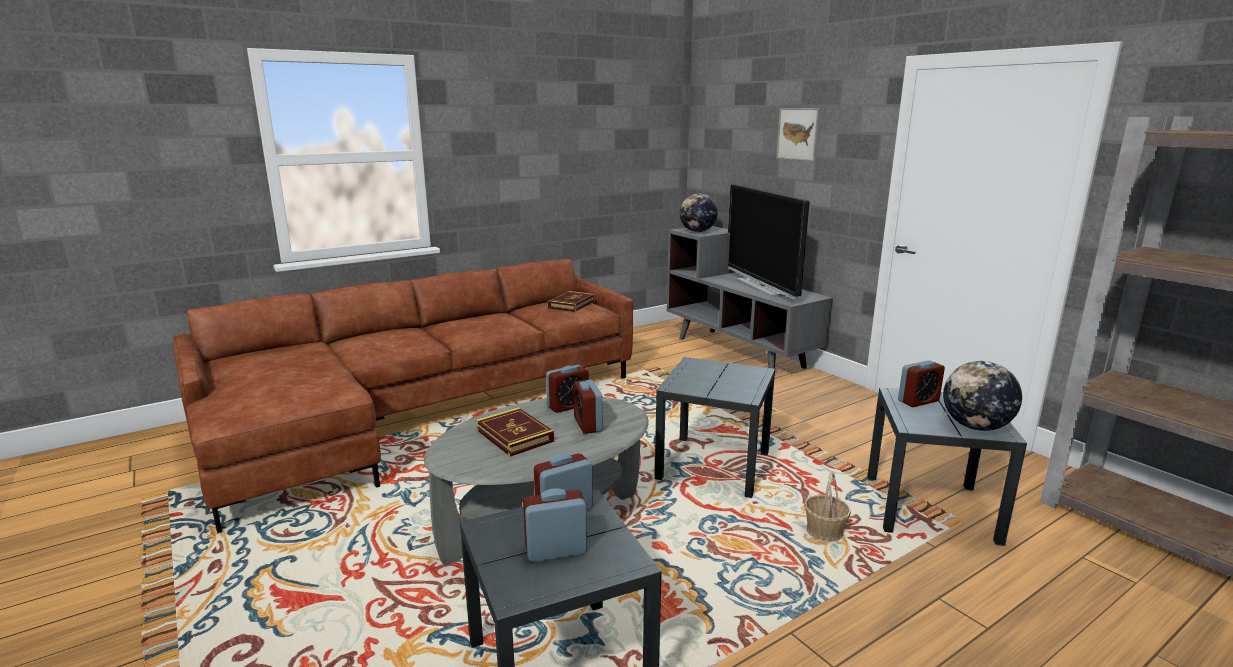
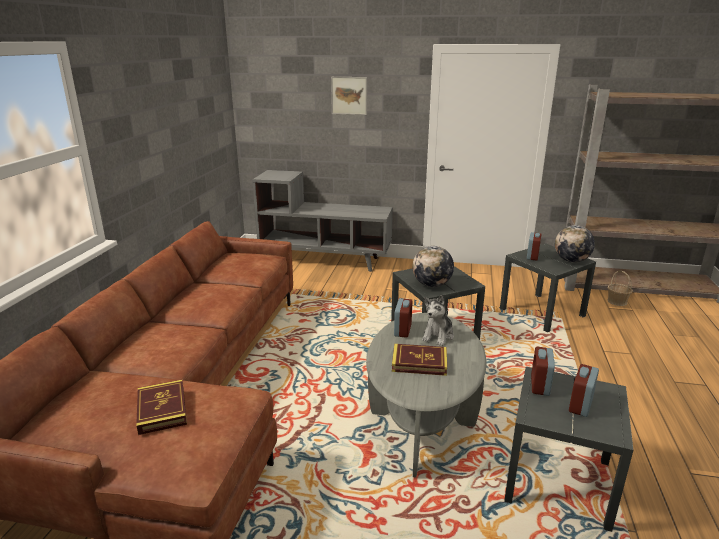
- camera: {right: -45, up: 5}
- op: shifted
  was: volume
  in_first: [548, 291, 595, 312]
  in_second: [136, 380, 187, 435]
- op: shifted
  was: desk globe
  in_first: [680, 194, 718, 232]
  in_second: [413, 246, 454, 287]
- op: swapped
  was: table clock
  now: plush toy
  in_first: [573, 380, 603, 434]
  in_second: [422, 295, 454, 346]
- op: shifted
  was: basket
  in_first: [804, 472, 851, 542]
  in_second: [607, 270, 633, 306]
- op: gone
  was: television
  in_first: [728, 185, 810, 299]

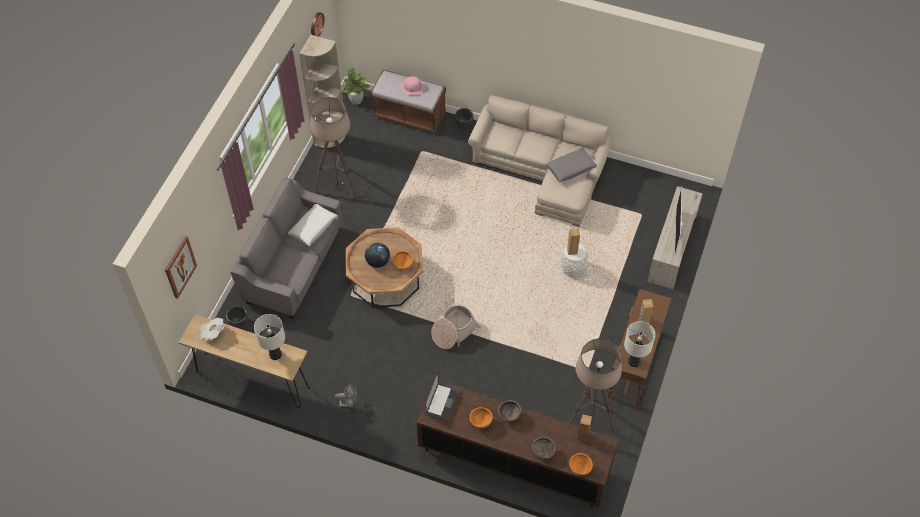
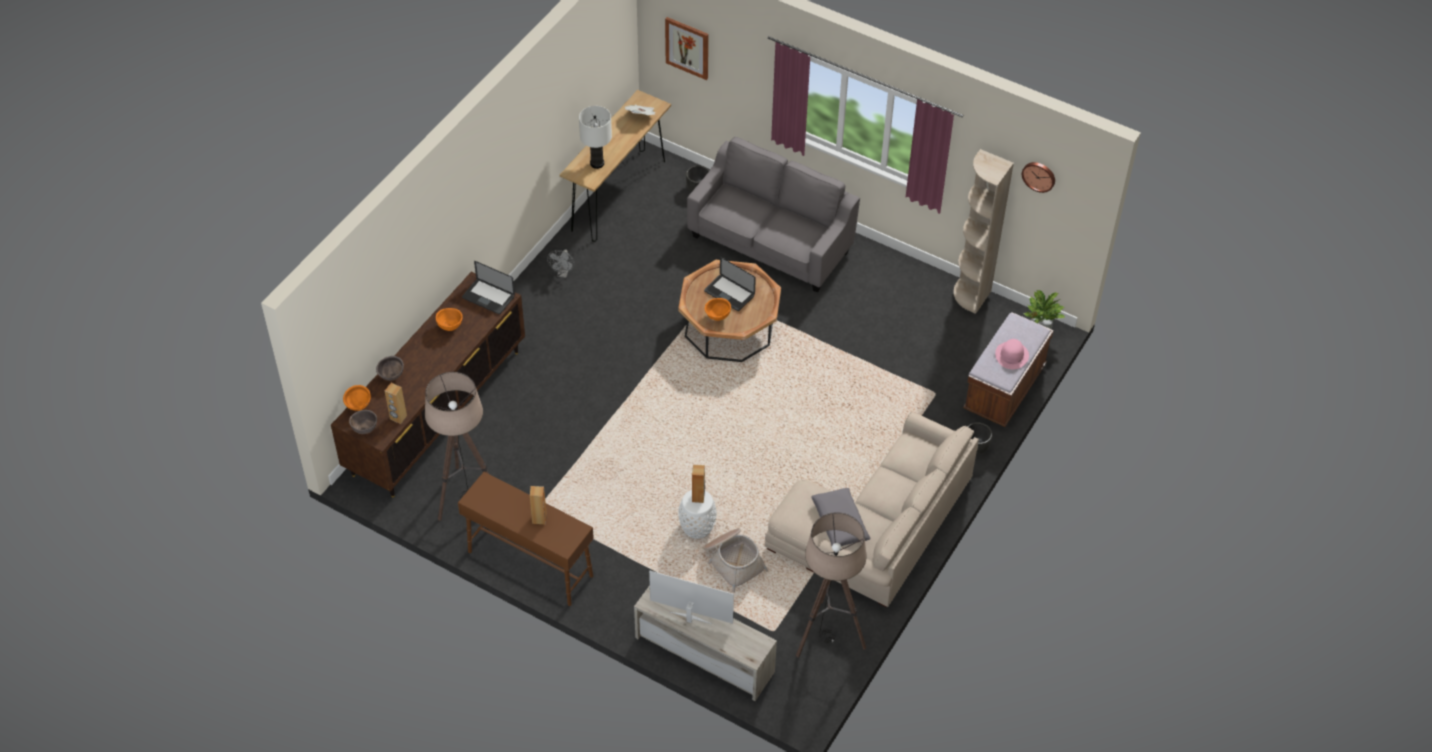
- camera: {right: 100, up: -5}
- op: shifted
  was: deep dish (brown)
  in_first: [498, 400, 521, 422]
  in_second: [349, 410, 377, 434]
- op: shifted
  was: basket
  in_first: [431, 305, 480, 349]
  in_second: [703, 528, 768, 592]
- op: swapped
  was: desk globe
  now: notebook computer
  in_first: [365, 243, 390, 268]
  in_second: [704, 257, 756, 311]
- op: shifted
  was: standard lamp
  in_first: [310, 97, 358, 201]
  in_second: [796, 512, 867, 657]
- op: gone
  was: throw pillow (white-coloured)
  in_first: [288, 204, 337, 246]
- op: gone
  was: table lamp (white-coloured)
  in_first: [624, 321, 655, 367]

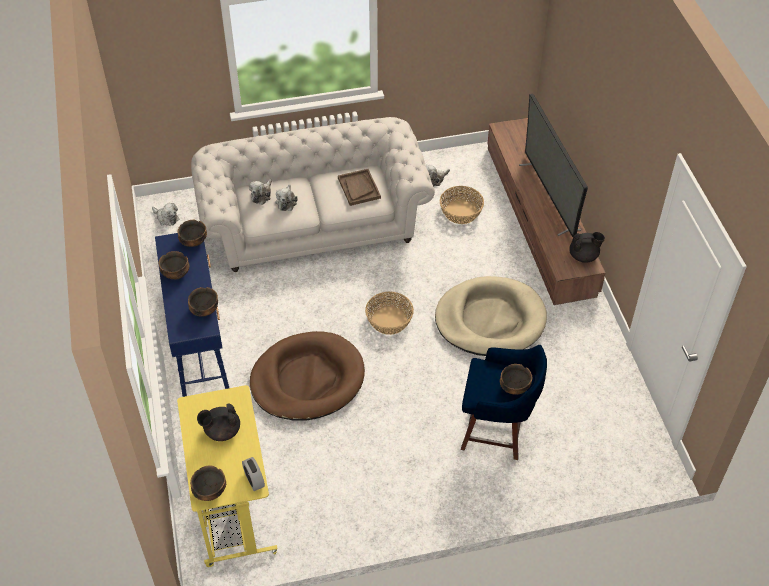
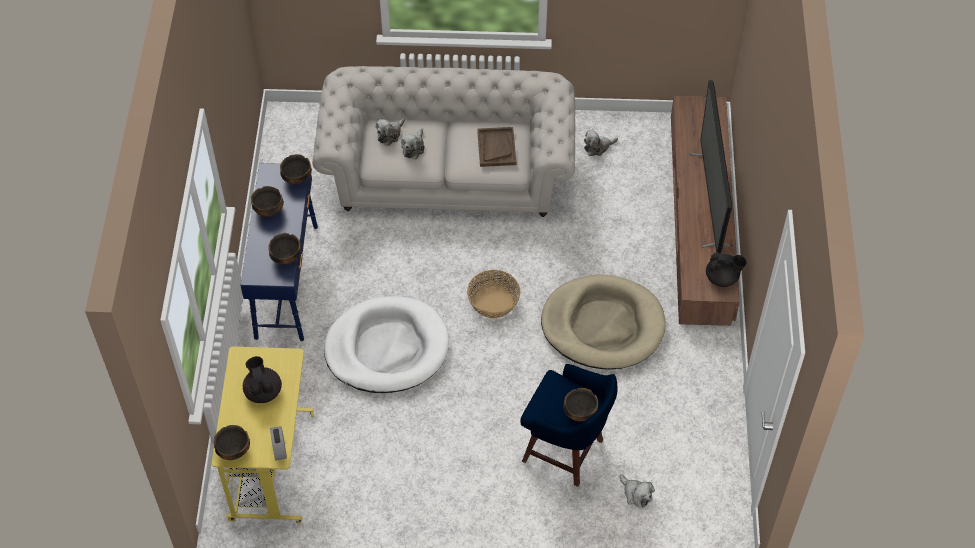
- camera: {right: 15, up: 5}
- op: rotated
  was: tea pot (blackish)
  in_first: [197, 403, 240, 441]
  in_second: [243, 356, 282, 403]
  clockwise: 75
- op: repainted
  was: dog cushion (brown)
  now: dog cushion (white-coloured)
  in_first: [250, 331, 365, 421]
  in_second: [324, 296, 449, 393]
- op: shifted
  was: plush toy
  in_first: [152, 203, 179, 226]
  in_second: [620, 474, 655, 507]
- op: gone
  was: basket
  in_first: [440, 186, 484, 224]

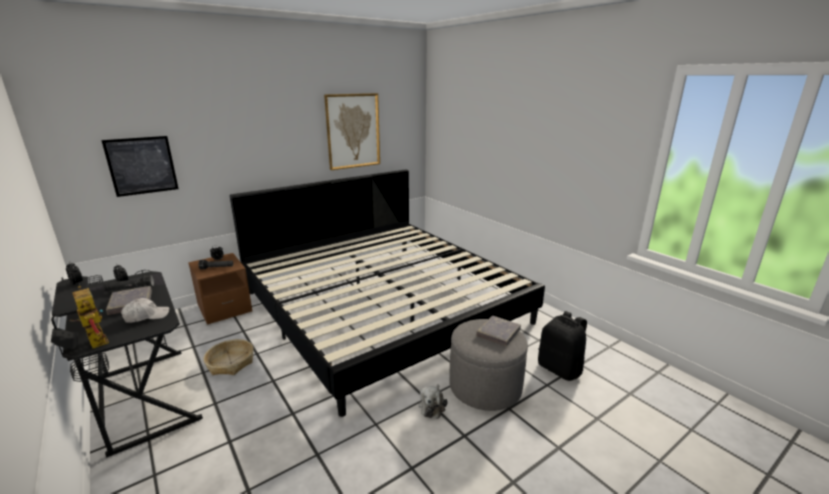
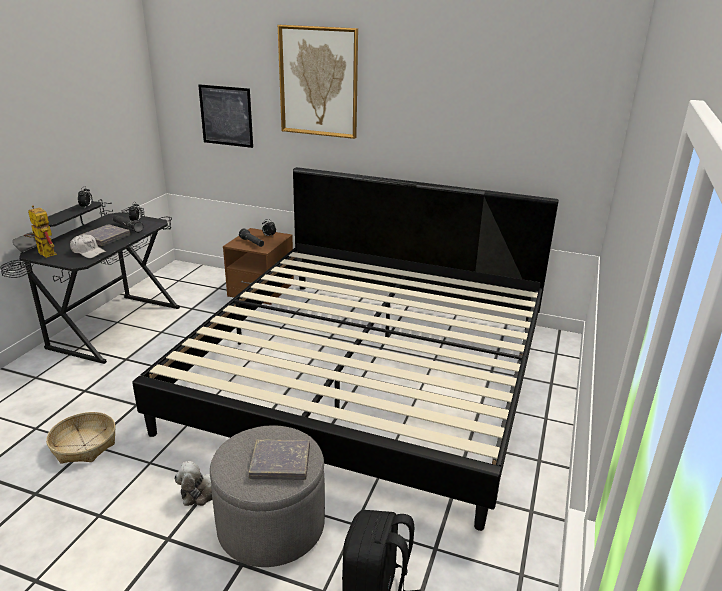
- camera: {right: 55, up: 5}
- op: rotated
  was: toy robot
  in_first: [69, 286, 109, 349]
  in_second: [24, 205, 57, 258]
  clockwise: -60
- op: shifted
  was: basket
  in_first: [204, 339, 254, 375]
  in_second: [46, 412, 116, 464]
- op: shifted
  was: picture
  in_first: [324, 93, 380, 170]
  in_second: [278, 25, 358, 139]

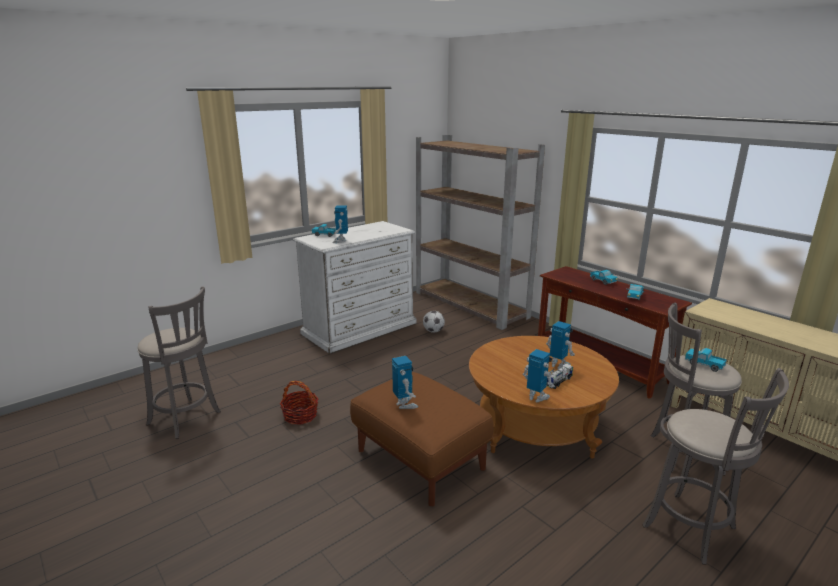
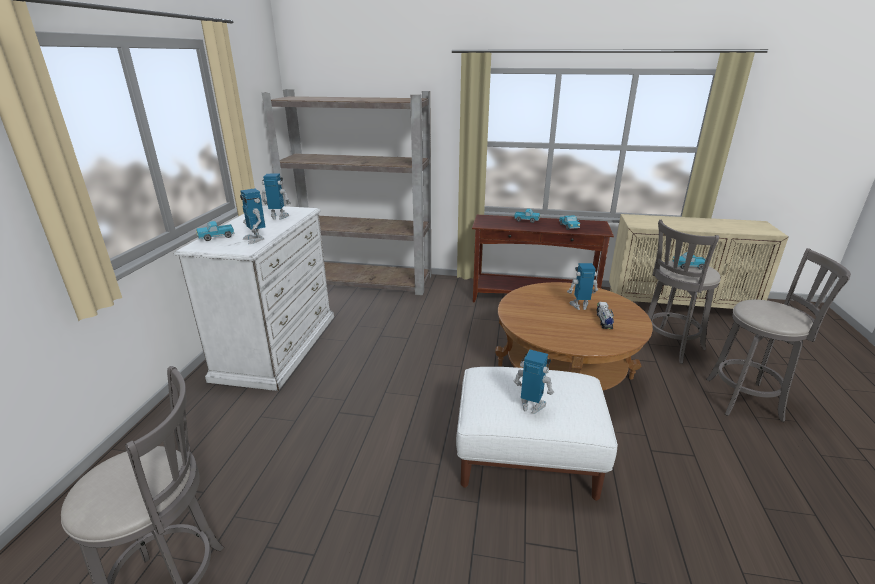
- camera: {right: -40, up: 5}
- op: shifted
  was: toy robot
  in_first: [522, 349, 555, 402]
  in_second: [261, 174, 291, 220]
- op: repainted
  was: ottoman (brown)
  now: ottoman (white-coloured)
  in_first: [350, 372, 494, 506]
  in_second: [456, 367, 618, 501]
- op: gone
  was: basket
  in_first: [280, 381, 318, 425]
- op: gone
  was: ball for football
  in_first: [423, 311, 445, 333]

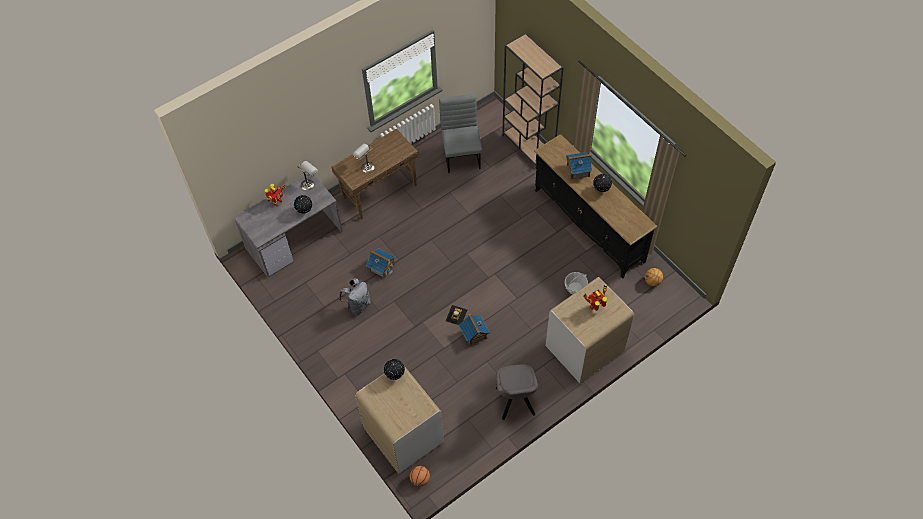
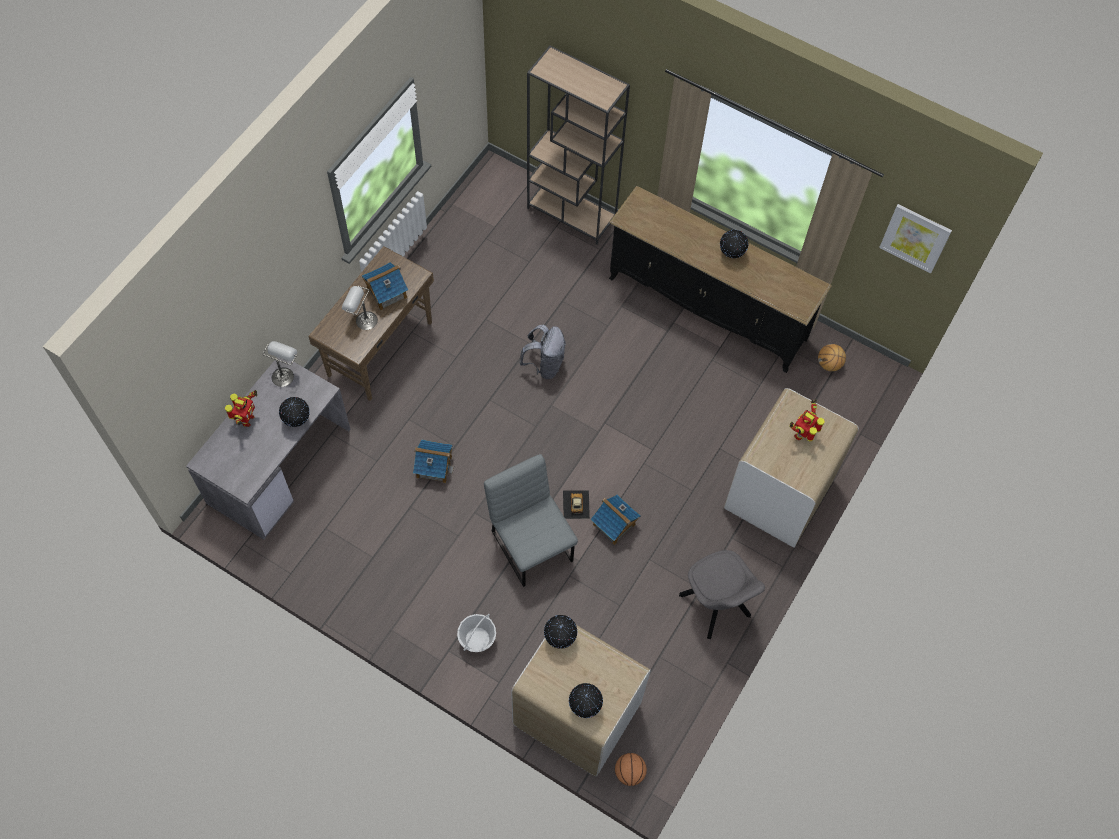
- camera: {right: -25, up: 5}
- op: shifted
  was: miniature house
  in_first: [566, 152, 592, 180]
  in_second: [362, 262, 408, 311]
- op: shifted
  was: basket
  in_first: [564, 272, 588, 294]
  in_second: [457, 614, 496, 652]
- op: shifted
  was: plain chair (gray)
  in_first: [439, 94, 482, 173]
  in_second: [484, 454, 578, 587]
- op: shifted
  was: backpack (gray)
  in_first: [339, 278, 371, 315]
  in_second: [519, 325, 566, 379]
- op: new
  now: desk globe
  in_second: [569, 683, 603, 718]
- op: new
  now: picture
  in_second: [879, 204, 952, 273]

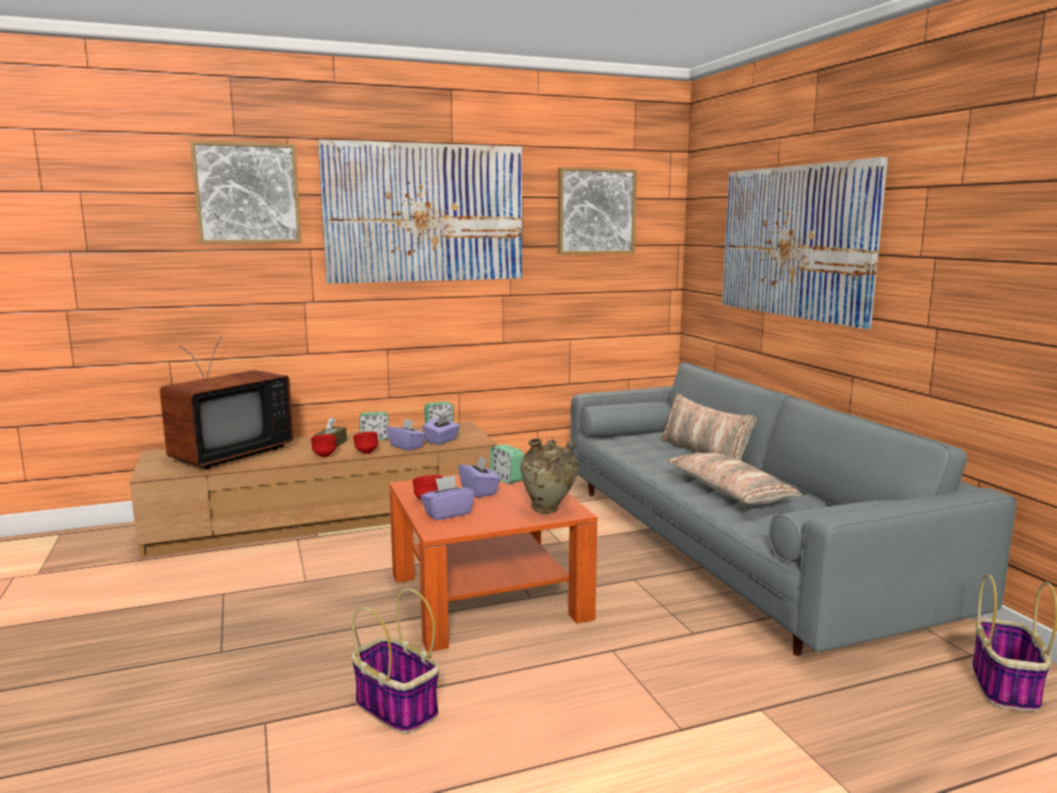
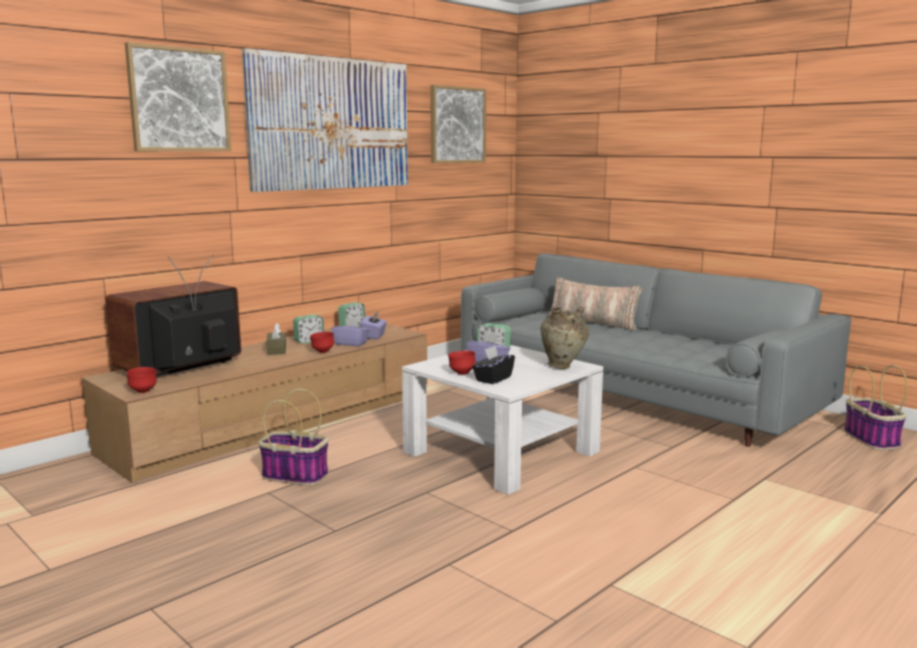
- camera: {right: -25, up: 0}
- op: rotated
  was: television
  in_first: [160, 336, 293, 469]
  in_second: [105, 255, 241, 377]
  clockwise: -150
- op: shifted
  was: deep dish (reddish)
  in_first: [311, 434, 337, 457]
  in_second: [126, 367, 157, 393]
- op: shifted
  was: basket
  in_first: [351, 588, 439, 734]
  in_second: [258, 389, 328, 485]
- op: repainted
  was: coffee table (orange)
  now: coffee table (white-coloured)
  in_first: [389, 475, 597, 652]
  in_second: [402, 345, 603, 495]
- op: repainted
  was: tissue holder (purple)
  now: tissue holder (blackish)
  in_first: [421, 475, 475, 520]
  in_second: [472, 346, 515, 384]
- op: gone
  was: throw pillow
  in_first: [668, 452, 802, 505]
- op: gone
  was: picture
  in_first: [722, 157, 888, 329]

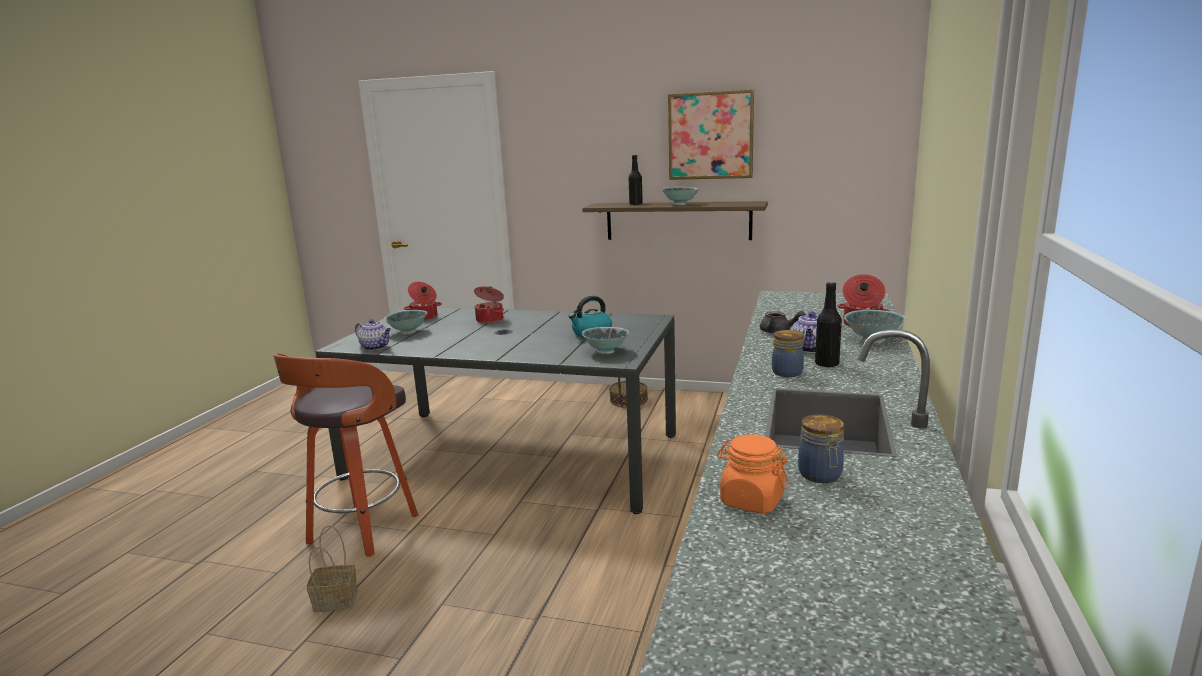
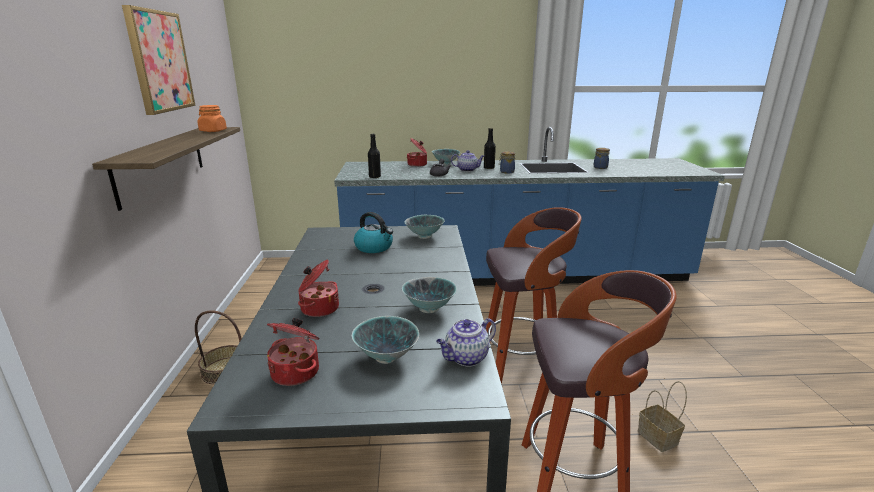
- camera: {right: -110, up: 5}
- op: shifted
  was: jar (orange)
  in_first: [717, 434, 789, 514]
  in_second: [198, 105, 227, 132]
- op: shifted
  was: bottle (blackish)
  in_first: [629, 155, 643, 205]
  in_second: [368, 134, 381, 178]
- op: shifted
  was: deep dish
  in_first: [662, 187, 699, 205]
  in_second: [402, 277, 457, 313]
- op: rotated
  was: tea pot
  in_first: [355, 319, 391, 350]
  in_second: [436, 318, 496, 367]
  clockwise: -135
- op: new
  now: sitting stool
  in_second: [486, 207, 582, 384]

